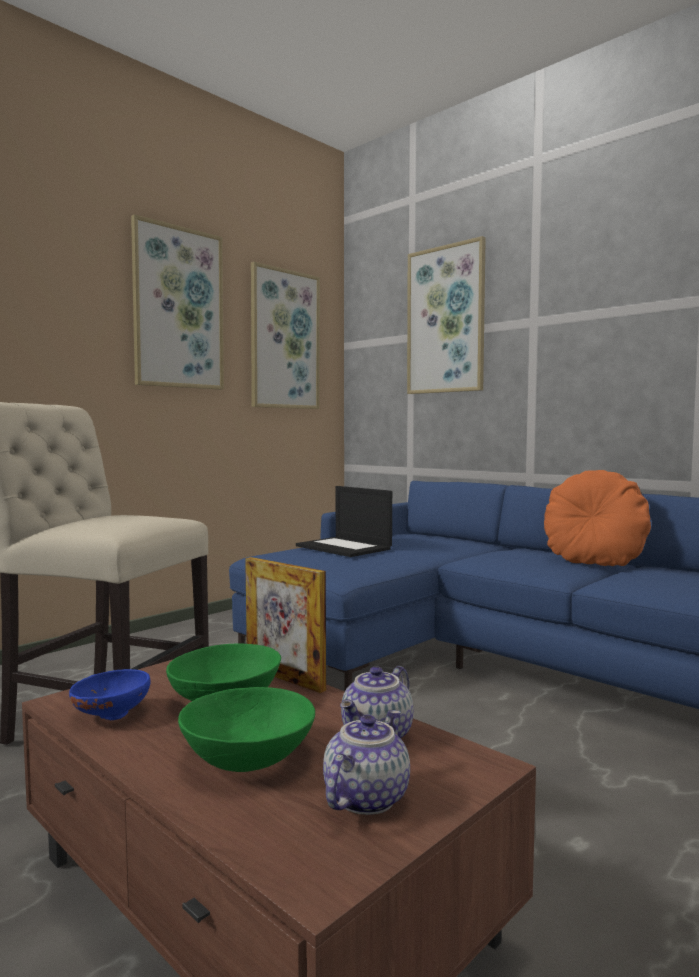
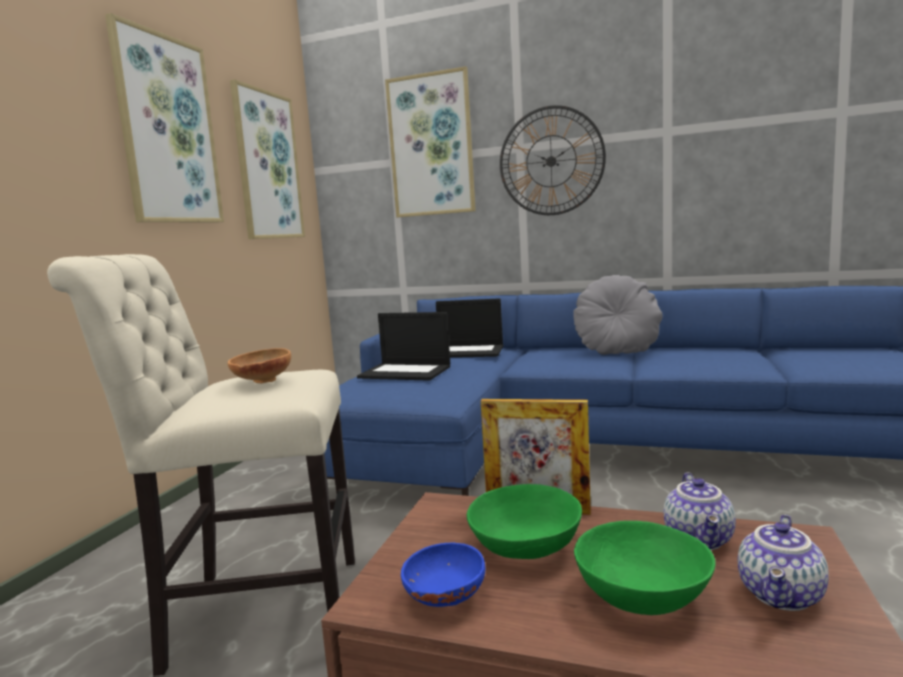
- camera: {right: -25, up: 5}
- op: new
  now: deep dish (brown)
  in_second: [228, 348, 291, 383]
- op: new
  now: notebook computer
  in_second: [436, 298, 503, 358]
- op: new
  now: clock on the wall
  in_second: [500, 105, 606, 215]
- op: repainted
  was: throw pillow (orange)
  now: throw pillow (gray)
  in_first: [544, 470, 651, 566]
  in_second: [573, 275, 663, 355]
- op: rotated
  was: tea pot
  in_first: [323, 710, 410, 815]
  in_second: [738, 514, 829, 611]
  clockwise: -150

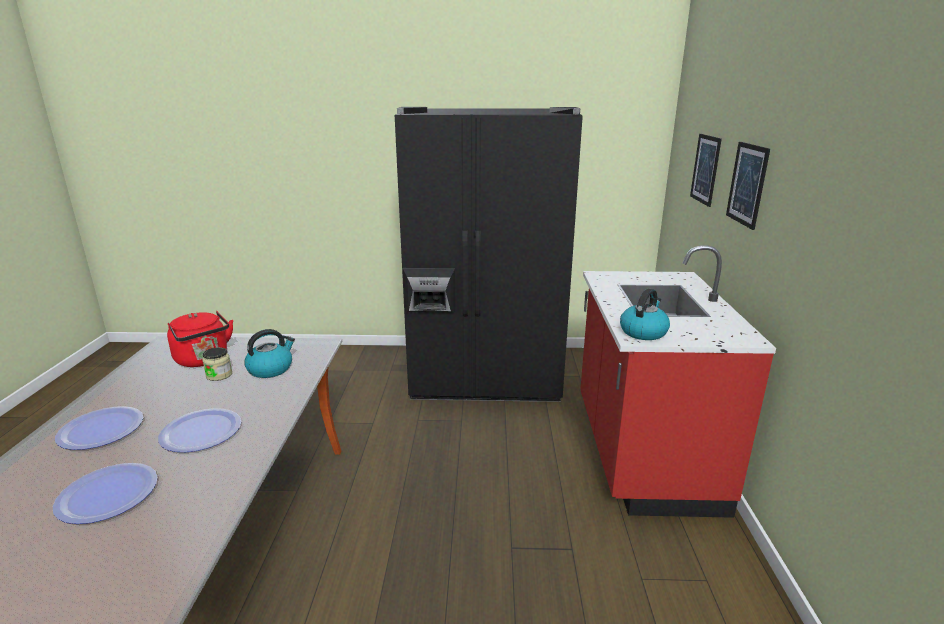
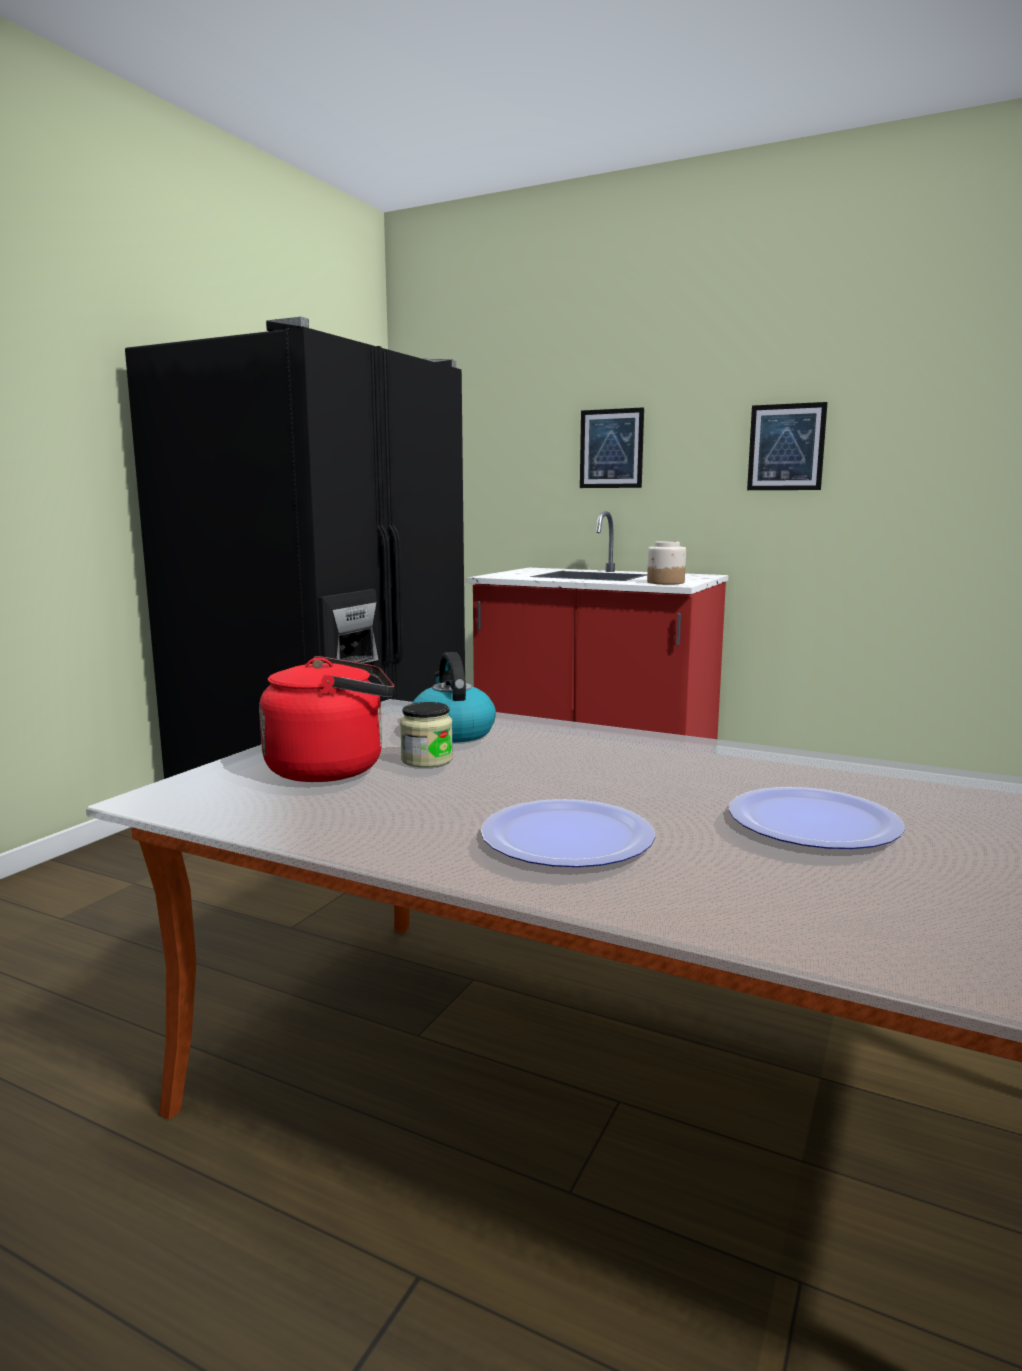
- camera: {right: -65, up: -10}
- op: swapped
  was: water kettle
  now: jar
  in_first: [620, 289, 670, 340]
  in_second: [647, 541, 686, 584]
- op: shifted
  was: picture
  in_first: [690, 134, 722, 207]
  in_second: [747, 402, 828, 490]
- op: gone
  was: flat dish
  in_first: [158, 408, 241, 452]

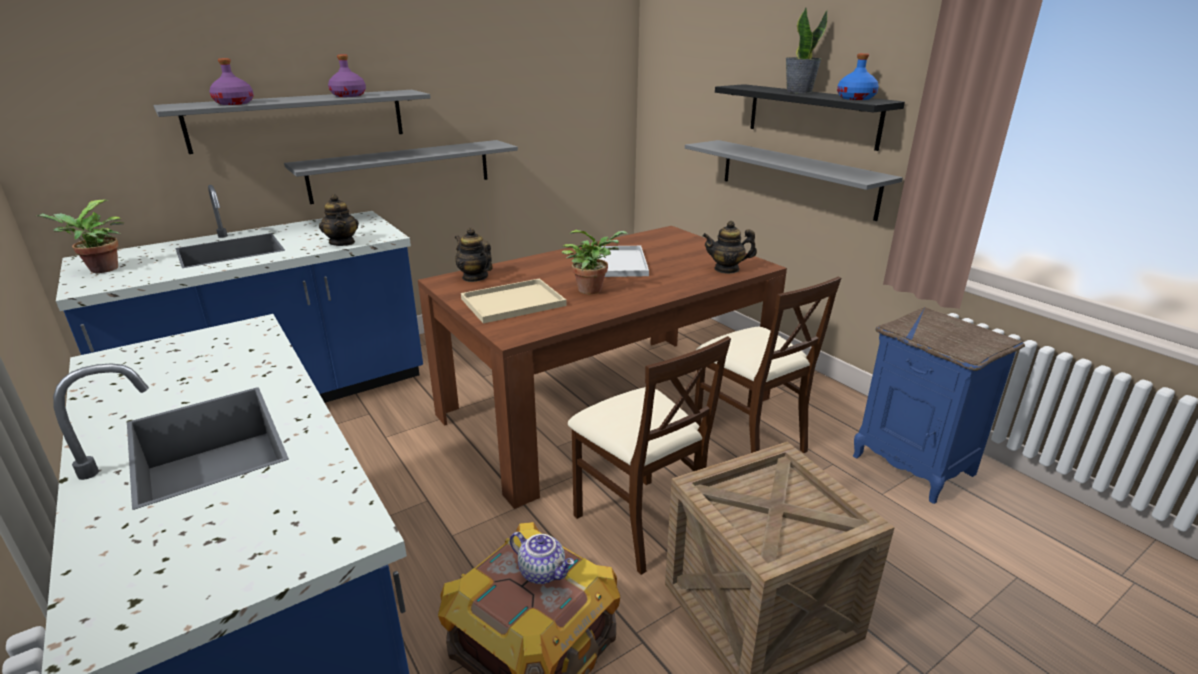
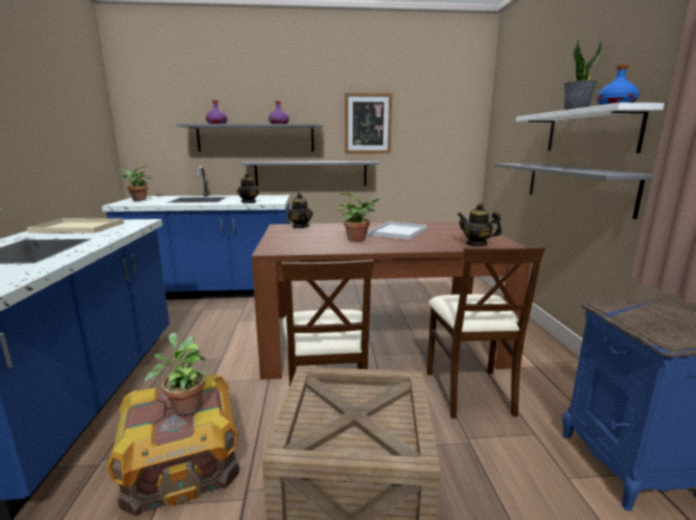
- camera: {right: 30, up: -10}
- op: shifted
  was: serving tray (sand-coloured)
  in_first: [461, 278, 567, 323]
  in_second: [27, 218, 124, 233]
- op: swapped
  was: tea pot
  now: potted plant
  in_first: [510, 532, 574, 584]
  in_second: [145, 332, 207, 415]
- op: new
  now: picture
  in_second: [345, 93, 392, 153]
- op: repainted
  was: shelf (blackish)
  now: shelf (white-coloured)
  in_first: [715, 84, 905, 151]
  in_second: [516, 103, 664, 153]

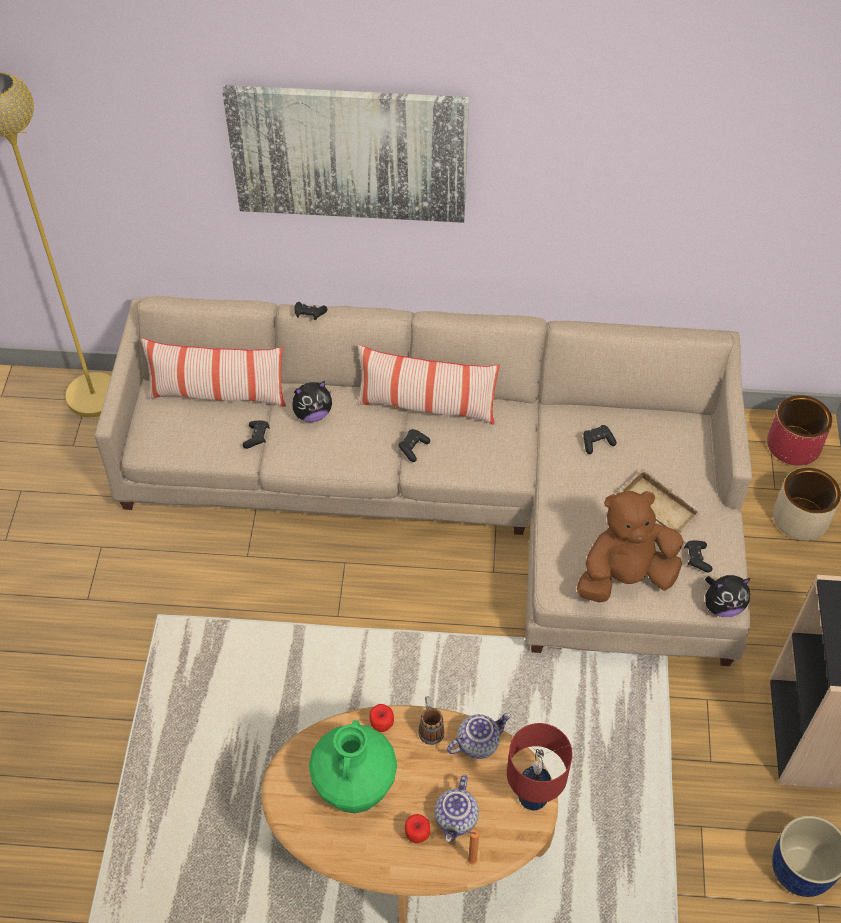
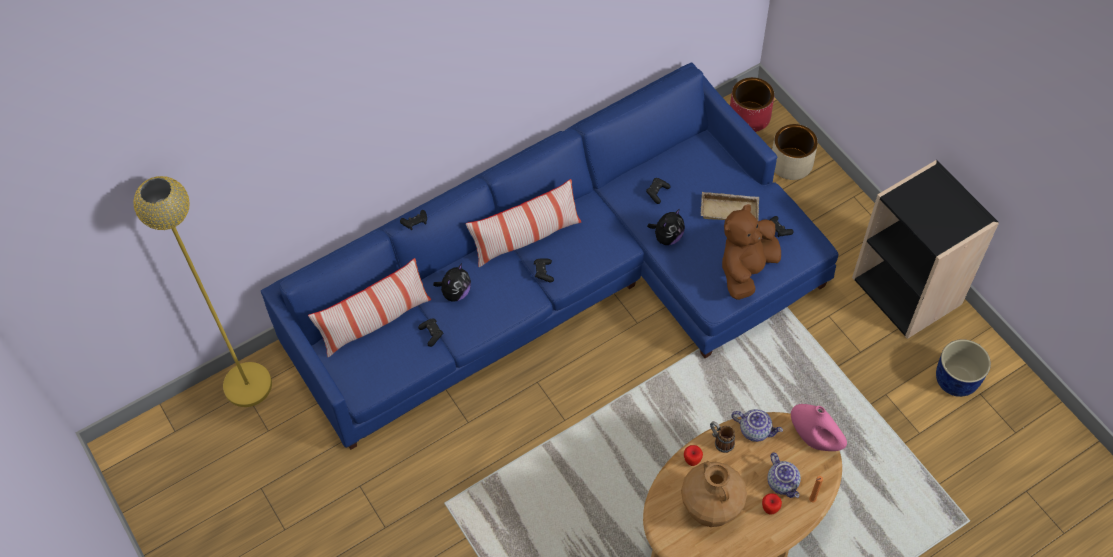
- camera: {right: -35, up: 5}
- op: repainted
  was: sofa (sand-coloured)
  now: sofa (bluish)
  in_first: [94, 296, 752, 666]
  in_second: [261, 62, 839, 450]
- op: shifted
  was: plush toy
  in_first: [705, 575, 751, 617]
  in_second: [647, 209, 685, 245]
- op: repainted
  was: vase (greenish)
  now: vase (brown)
  in_first: [309, 720, 397, 813]
  in_second: [681, 461, 747, 527]
- op: rotated
  was: tea pot
  in_first: [447, 713, 511, 759]
  in_second: [731, 409, 783, 442]
  clockwise: 90
- op: swapped
  was: table lamp (reddish)
  now: vase (pinkish)
  in_first: [507, 723, 572, 810]
  in_second: [791, 404, 847, 451]
- op: gone
  was: picture
  in_first: [222, 85, 469, 223]

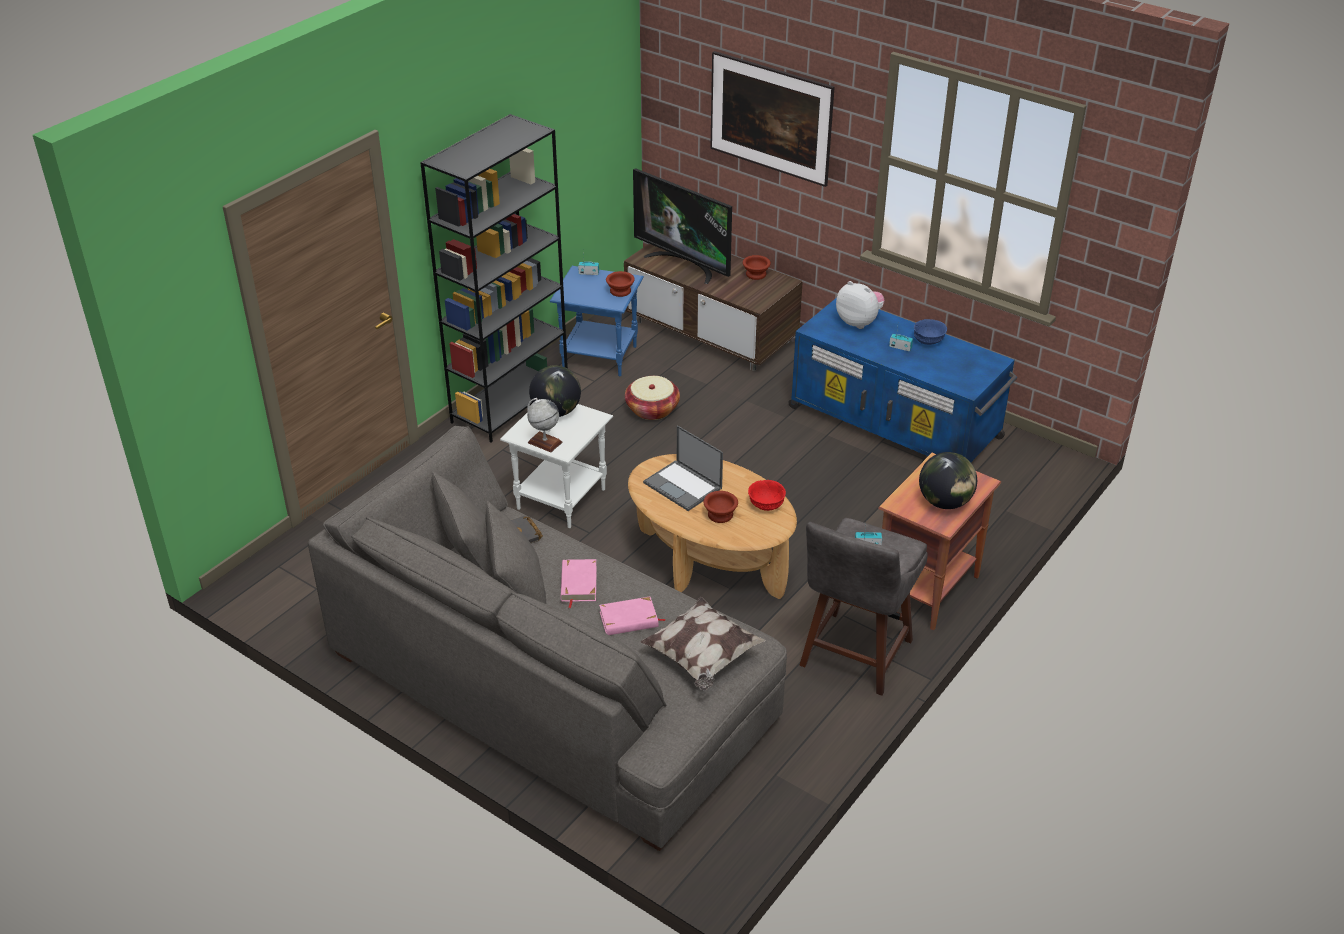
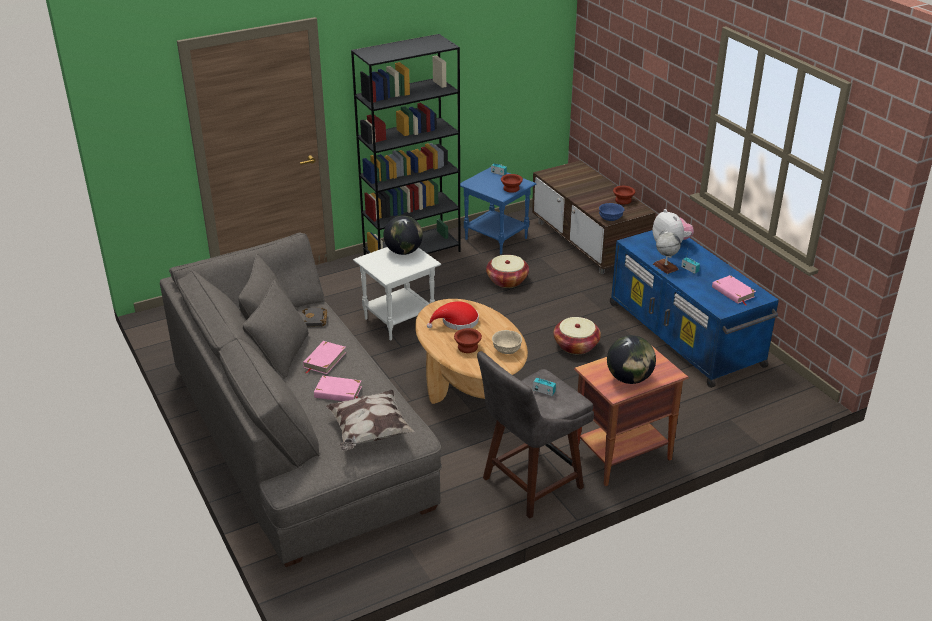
- camera: {right: 25, up: -5}
- op: swapped
  was: notebook computer
  now: hat (reddish)
  in_first: [643, 425, 723, 511]
  in_second: [427, 301, 479, 330]
- op: repainted
  was: deep dish (reddish)
  now: deep dish (sand-coloured)
  in_first: [748, 480, 786, 511]
  in_second: [492, 330, 522, 354]
- op: new
  now: basket
  in_second: [554, 317, 601, 354]
- op: shifted
  was: deep dish (bluish)
  in_first: [914, 319, 947, 345]
  in_second: [599, 203, 624, 221]
- op: shifted
  was: desk globe
  in_first: [527, 398, 563, 452]
  in_second: [653, 230, 681, 274]
- op: new
  now: volume (pinkish)
  in_second: [712, 275, 756, 305]
- op: gone
  was: television
  in_first: [633, 168, 732, 284]
- op: gone
  was: picture
  in_first: [710, 51, 835, 187]

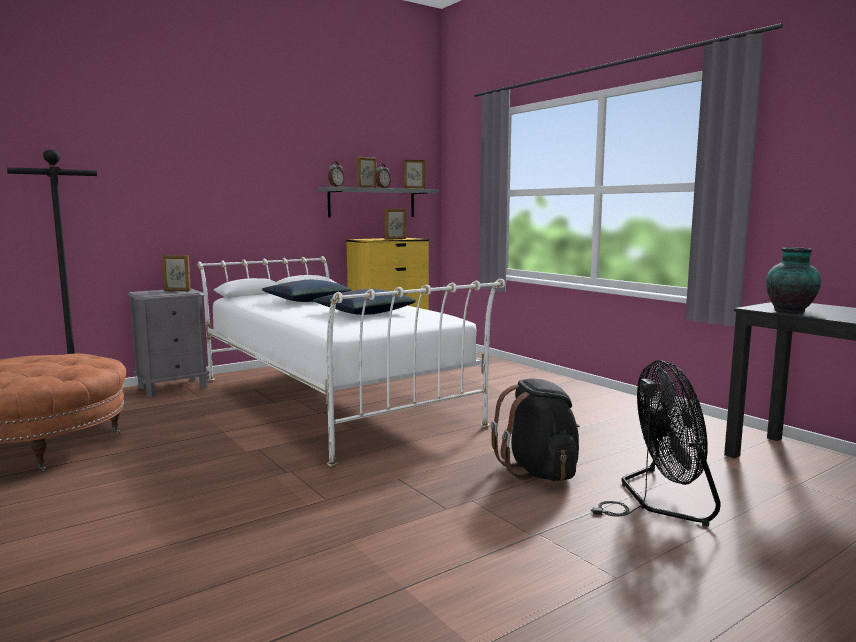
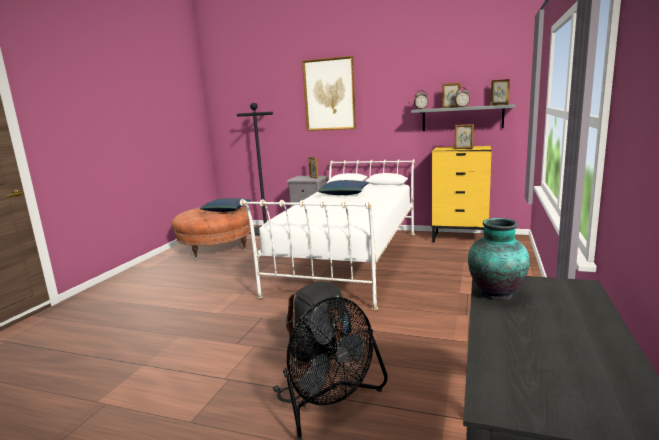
- camera: {right: 55, up: 5}
- op: shifted
  was: throw pillow (bluish)
  in_first: [313, 289, 416, 315]
  in_second: [200, 198, 251, 212]
- op: new
  now: picture
  in_second: [302, 56, 356, 131]

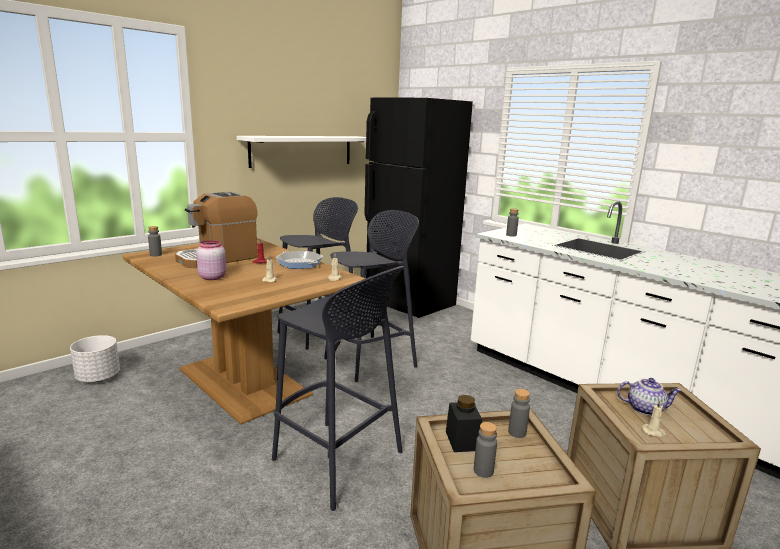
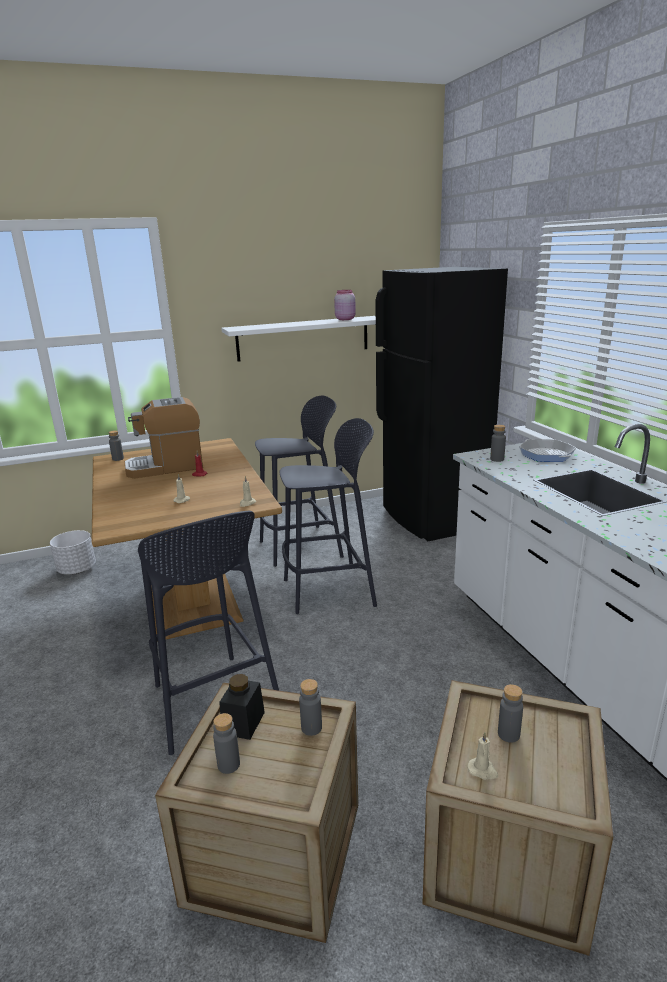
- camera: {right: 25, up: 5}
- op: shifted
  was: jar (pinkish)
  in_first: [196, 240, 226, 280]
  in_second: [334, 290, 356, 320]
- op: swapped
  was: tea pot
  now: bottle (gray)
  in_first: [617, 378, 682, 415]
  in_second: [498, 684, 523, 743]
- op: shifted
  was: pan
  in_first: [276, 251, 323, 269]
  in_second: [519, 439, 576, 462]

